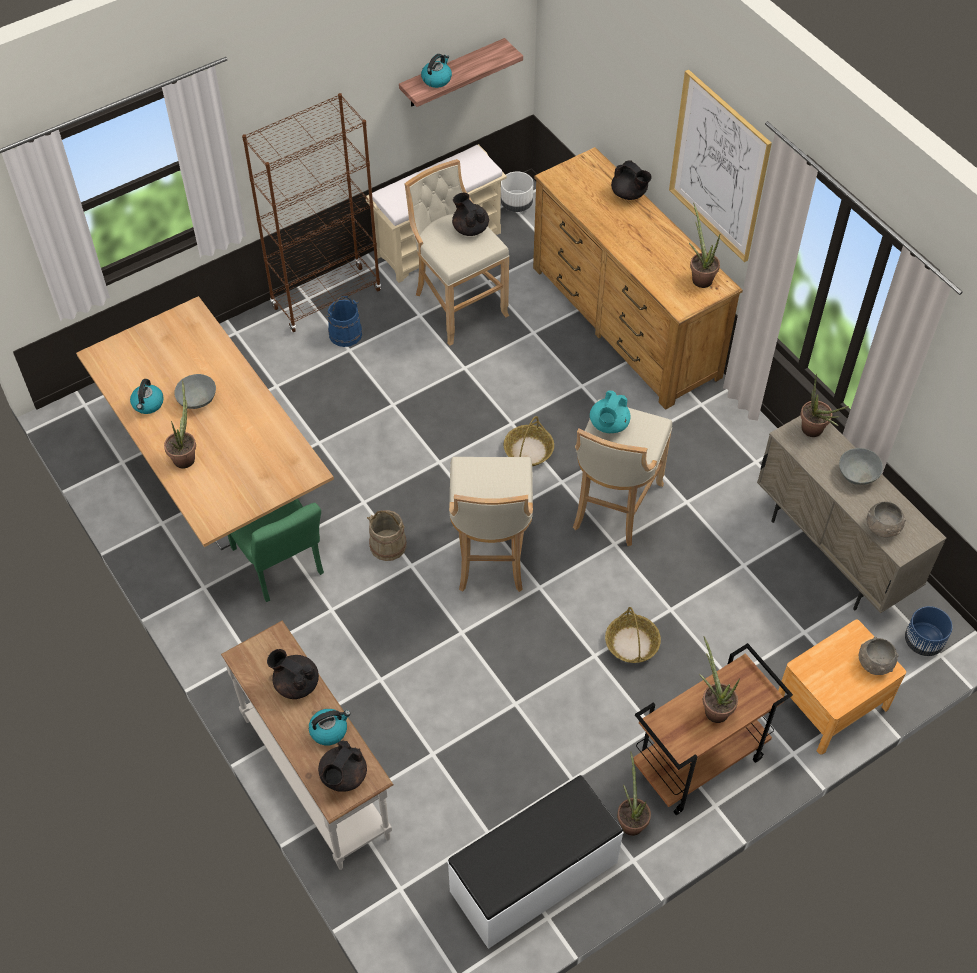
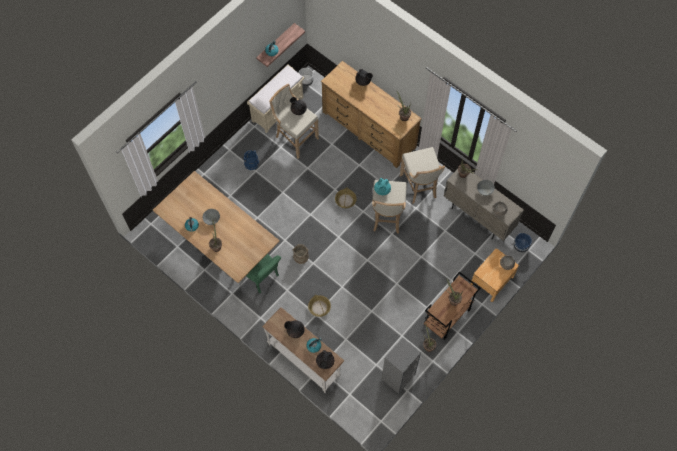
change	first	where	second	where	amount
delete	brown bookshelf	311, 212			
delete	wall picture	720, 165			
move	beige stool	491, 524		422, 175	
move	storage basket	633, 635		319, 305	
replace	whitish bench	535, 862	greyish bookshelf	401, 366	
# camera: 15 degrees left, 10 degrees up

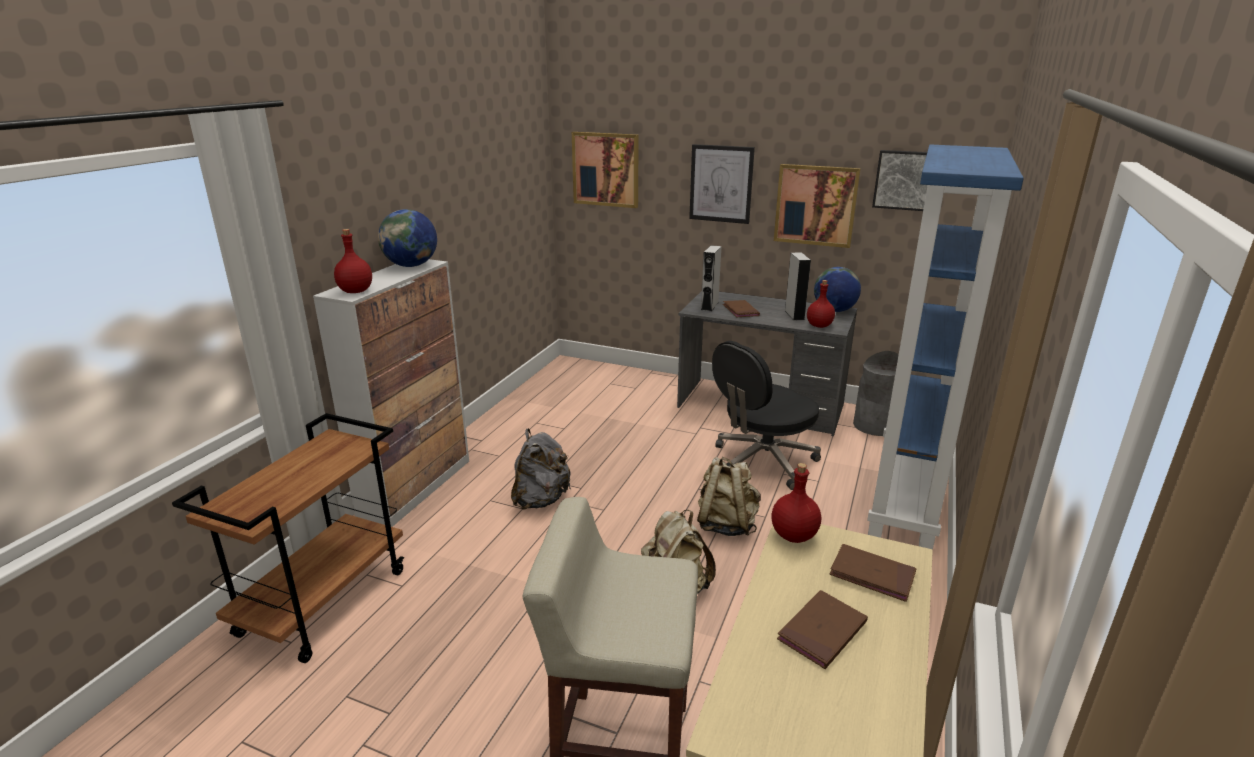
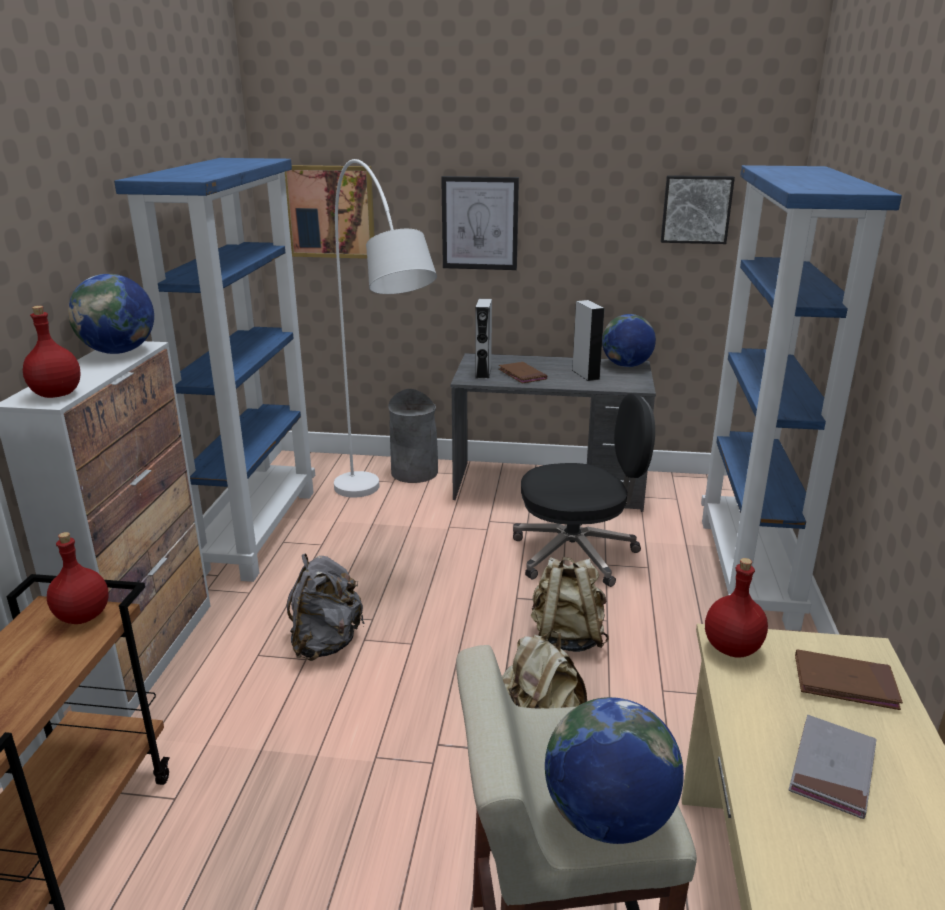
change	first	where	second	where	amount
delete	wall picture	817, 206			
insert			bluish bookshelf	214, 370	
insert			whitish standing lamp	385, 328	
insert			world globe	614, 770	
move	red beverage bottle	821, 304		78, 578	
move	greyish waste bin	876, 393		413, 436	
recolor	brown volume	822, 629	greyish volume	832, 767	
rotate	black office chair	766, 415		584, 490	135 degrees counterclockwise
# camera: 15 degrees left, 0 degrees up

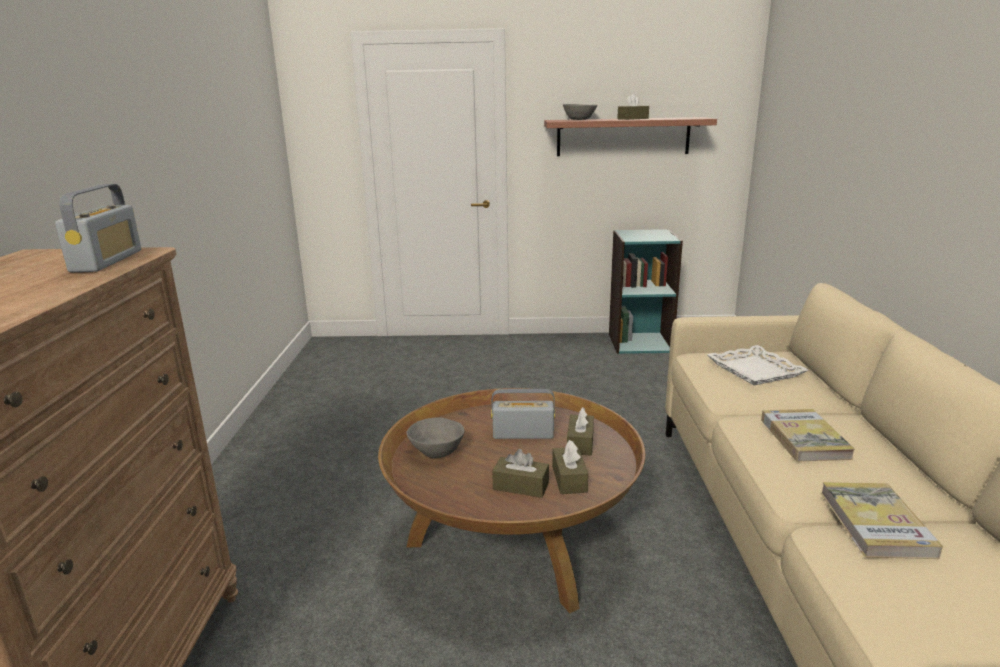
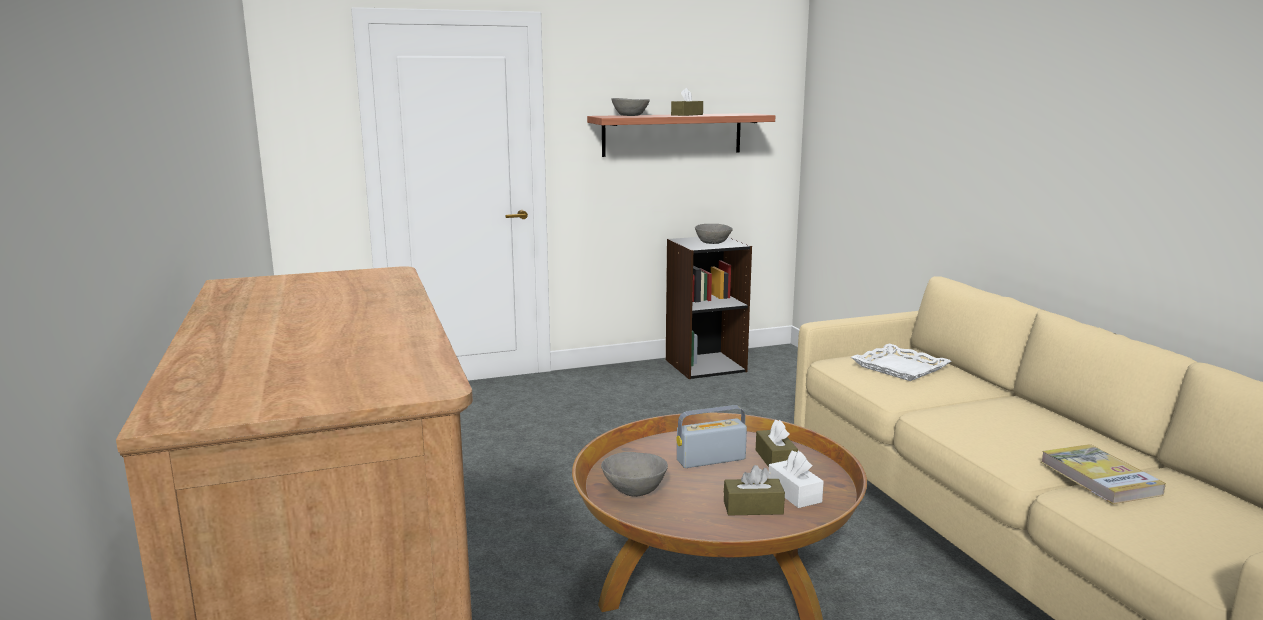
change	first	where	second	where	amount
delete	radio receiver	98, 228			
delete	volume	808, 435			
insert			greyish serving bowl	714, 234	
recolor	brown tissue box	570, 467	whitish tissue box	796, 479	
recolor	turquoise-coloured bookshelf	646, 291	black bookshelf	709, 308	
# camera: 20 degrees left, 5 degrees down

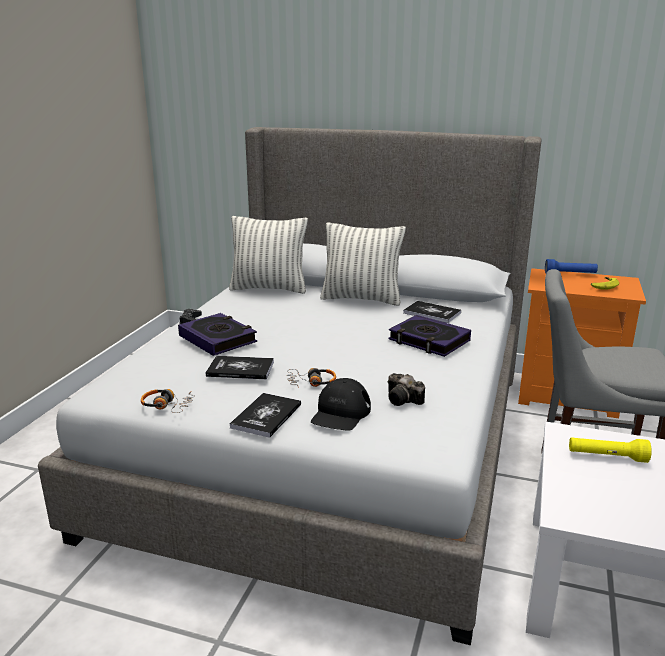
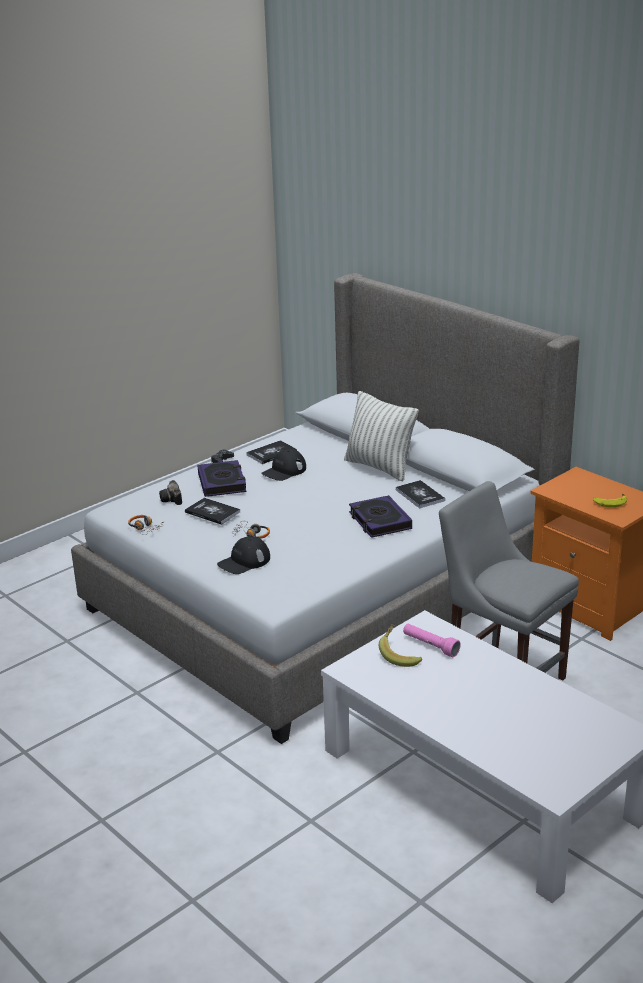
change	first	where	second	where	amount
delete	throw pillow	268, 255			
delete	bluish flashlight	571, 266			
insert			black peaked cap	283, 465	
insert			whole banana	400, 645	
move	volume	265, 415		271, 452	
move	photo camera	406, 389		170, 492	
recolor	yellow-coloured flashlight	610, 450	pinkish flashlight	432, 641	
# camera: 30 degrees right, 5 degrees up

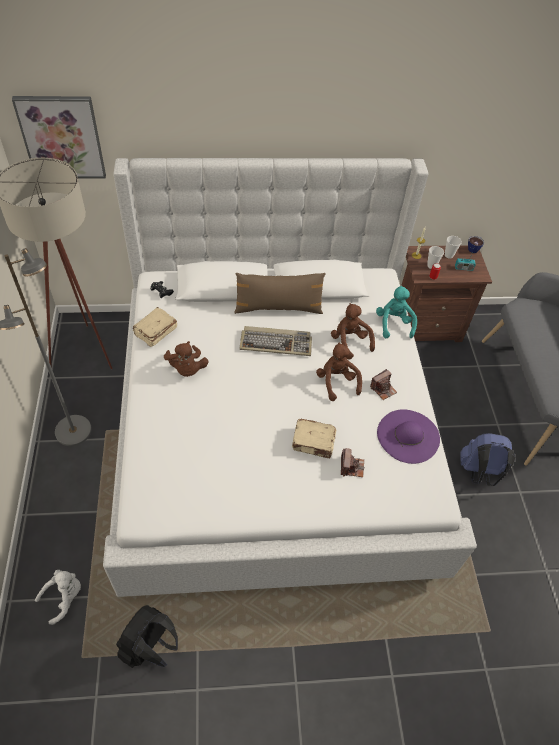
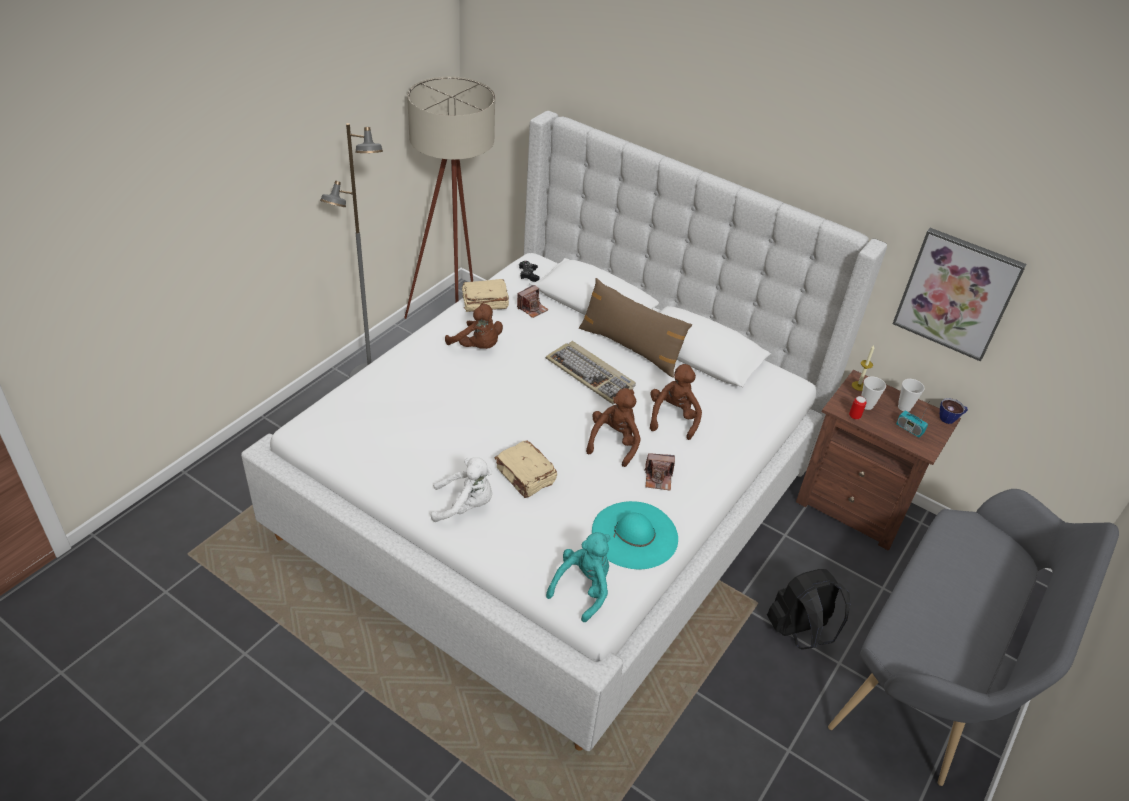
change	first	where	second	where	amount
delete	bluish backpack	487, 459			
move	wall picture	59, 137		959, 294	
move	whitish plush toy	58, 597		461, 489	
move	black backpack	147, 636		809, 609	
move	photo camera	352, 462		532, 301	
move	turquoise-coloured plush toy	396, 312		578, 577	
recolor	purple-coloured hat	408, 436	turquoise-coloured hat	635, 535	
rotate	brown plush toy	186, 359		474, 326	75 degrees counterclockwise
# camera: 40 degrees right, 10 degrees down

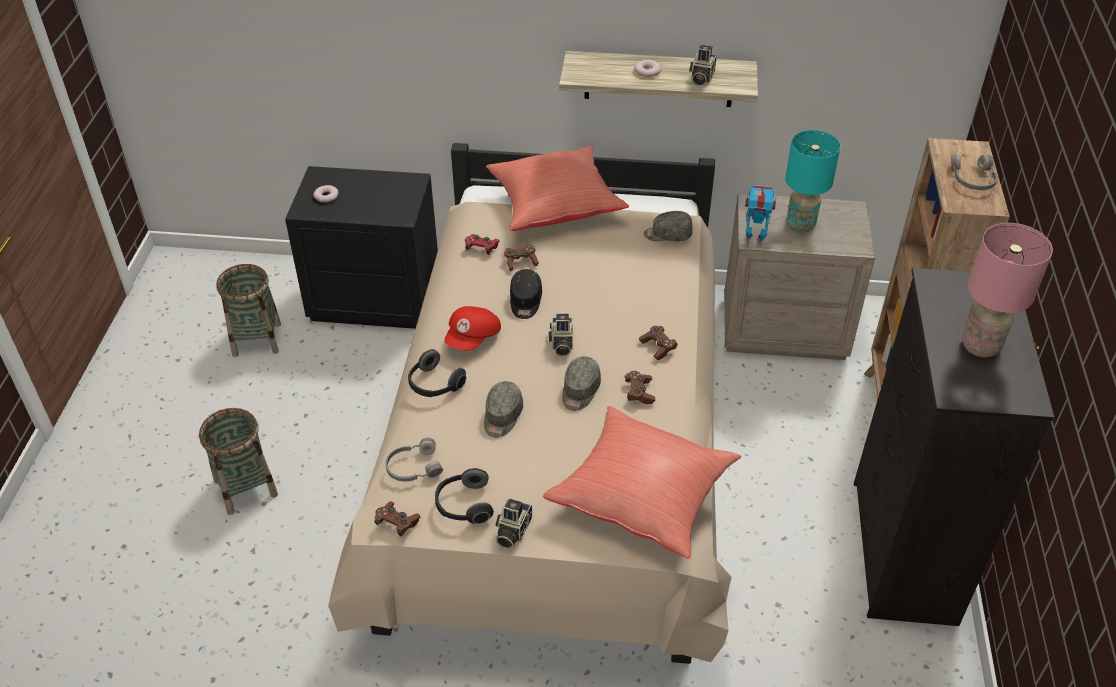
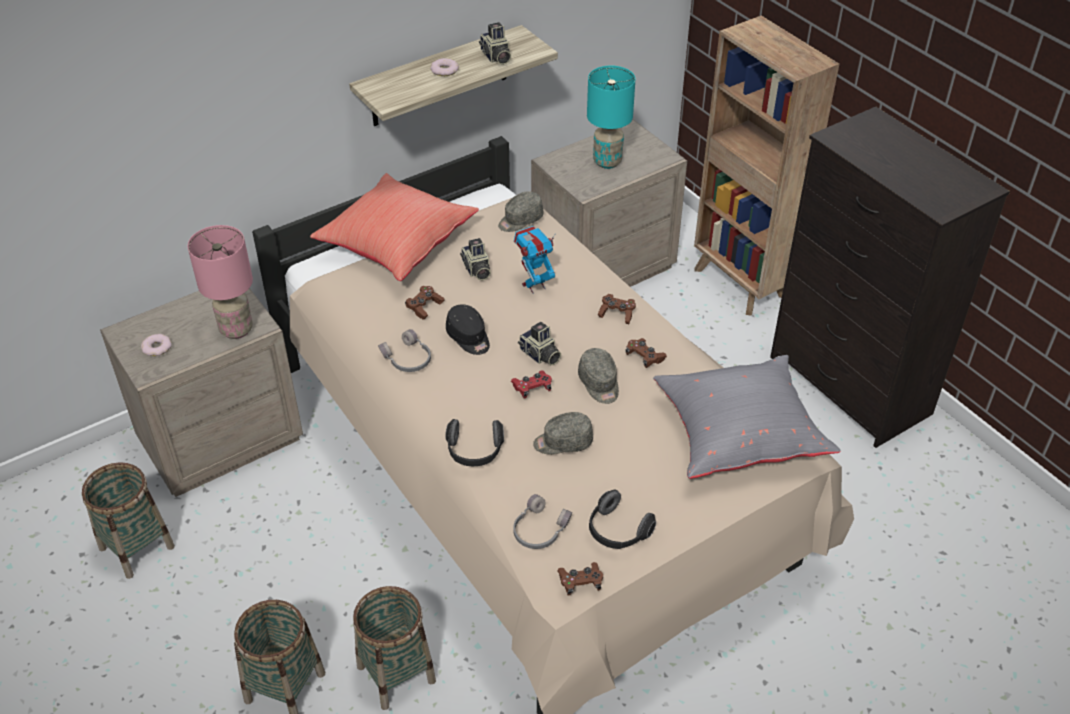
change	first	where	second	where	amount
delete	red peaked cap	472, 328			
insert			storage basket	394, 648	
move	red joypad	482, 244		531, 384	
move	photo camera	513, 524		475, 259	
move	robot figure	760, 215		535, 260	
move	greyish pair of headphones	974, 172		404, 350	
move	pinkish tabletop lamp	1007, 290		220, 282	
recolor	black bedside table	361, 247	beige bedside table	201, 392	
recolor	red throw pillow	642, 482	greyish throw pillow	747, 417	
rotate	greyish peaked cap	503, 409		563, 433	105 degrees clockwise
# camera: 40 degrees left, 0 degrees up

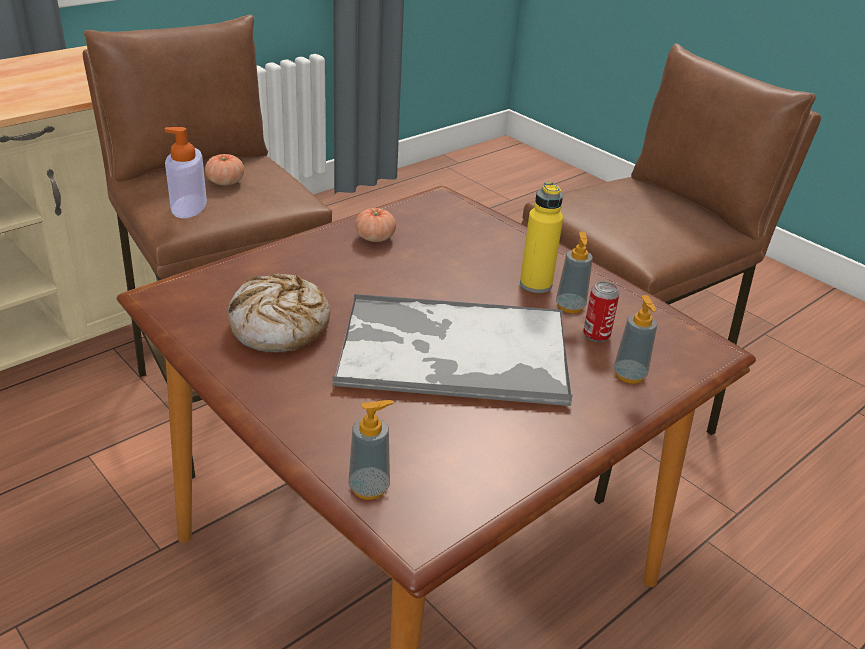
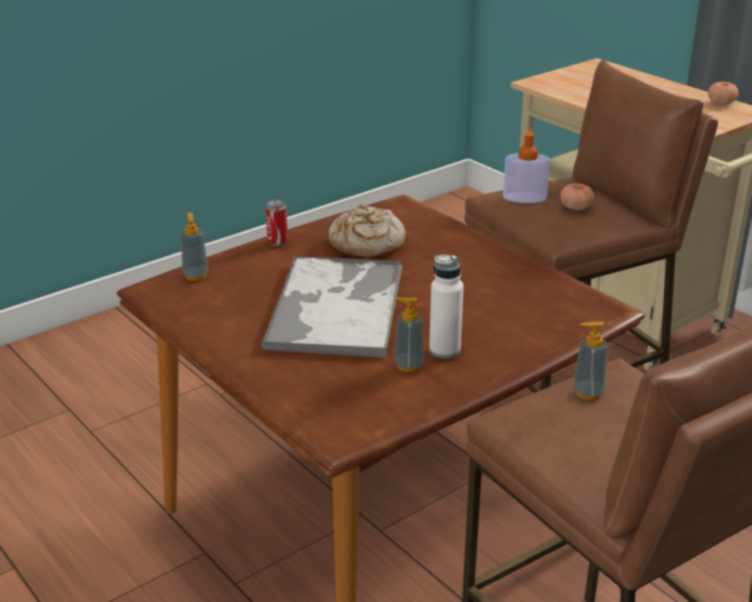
change	first	where	second	where	amount
move	fresh tomato	375, 225		723, 93	
move	sealed can	601, 311		277, 223	
move	soap bottle	635, 339		590, 360	
recolor	yellow-coloured beverage bottle	541, 237	whitish beverage bottle	446, 307	
# camera: 95 degrees right, 5 degrees down

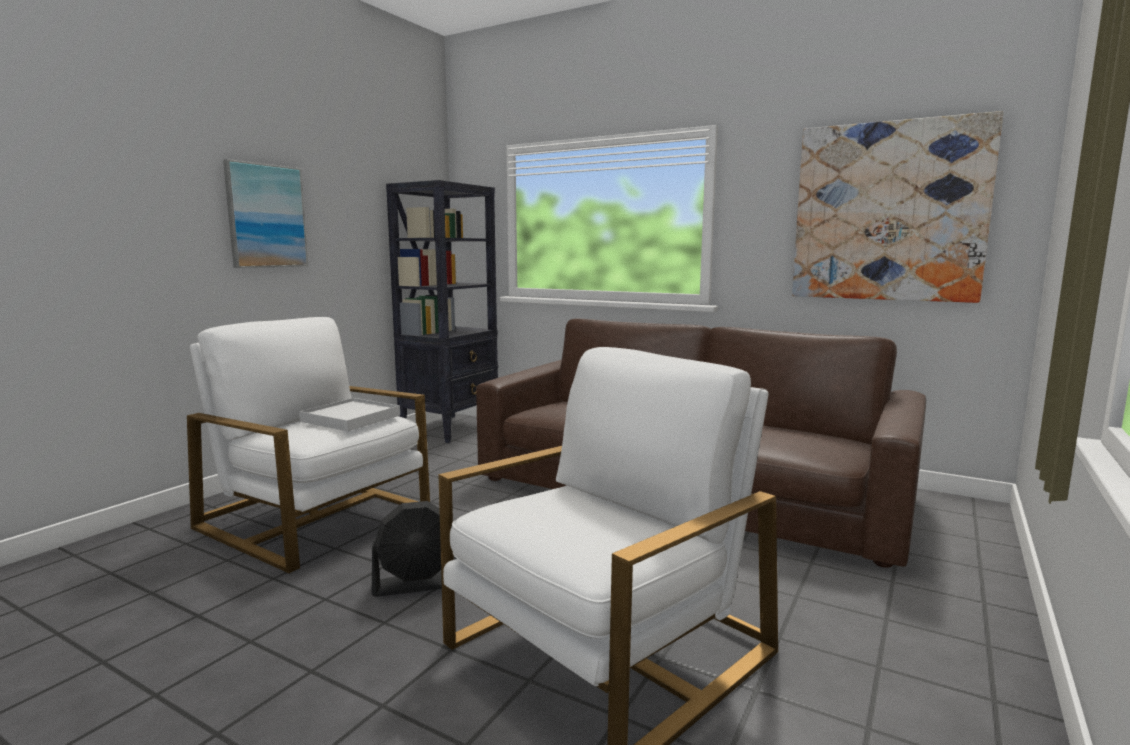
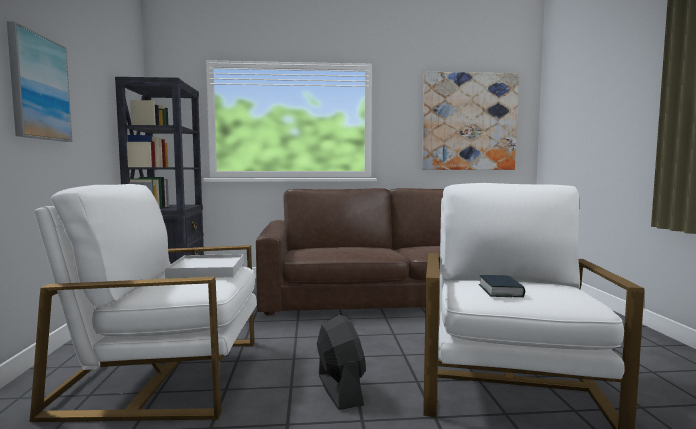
change	first	where	second	where	amount
insert			volume	502, 286	
rotate	black electric fan	413, 549		341, 362	60 degrees counterclockwise
# camera: 35 degrees left, 5 degrees down

